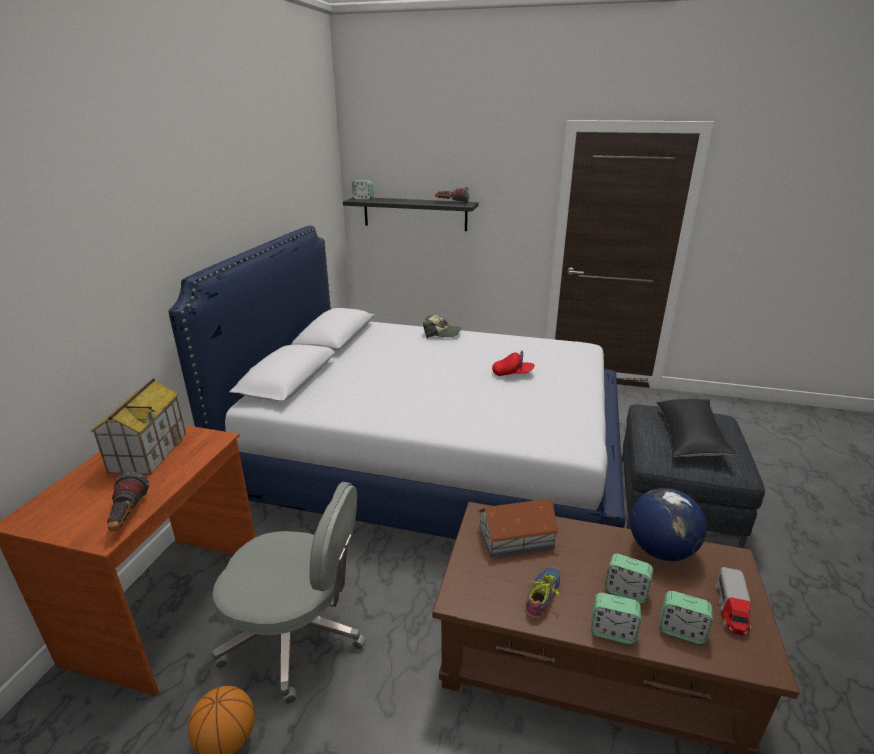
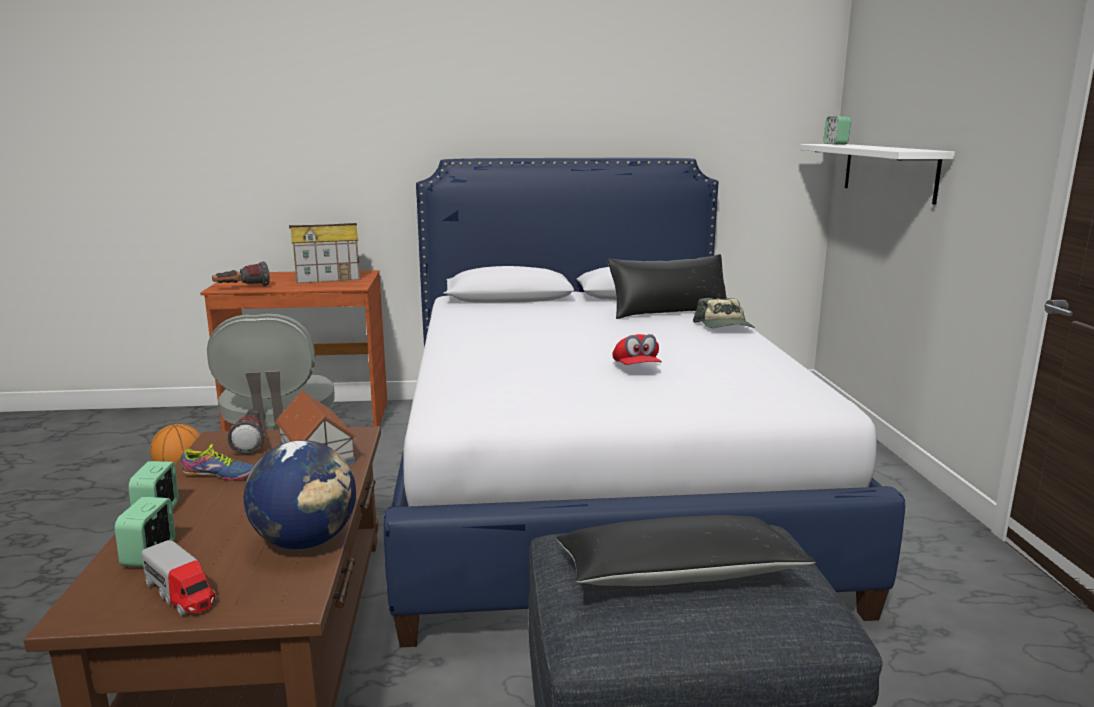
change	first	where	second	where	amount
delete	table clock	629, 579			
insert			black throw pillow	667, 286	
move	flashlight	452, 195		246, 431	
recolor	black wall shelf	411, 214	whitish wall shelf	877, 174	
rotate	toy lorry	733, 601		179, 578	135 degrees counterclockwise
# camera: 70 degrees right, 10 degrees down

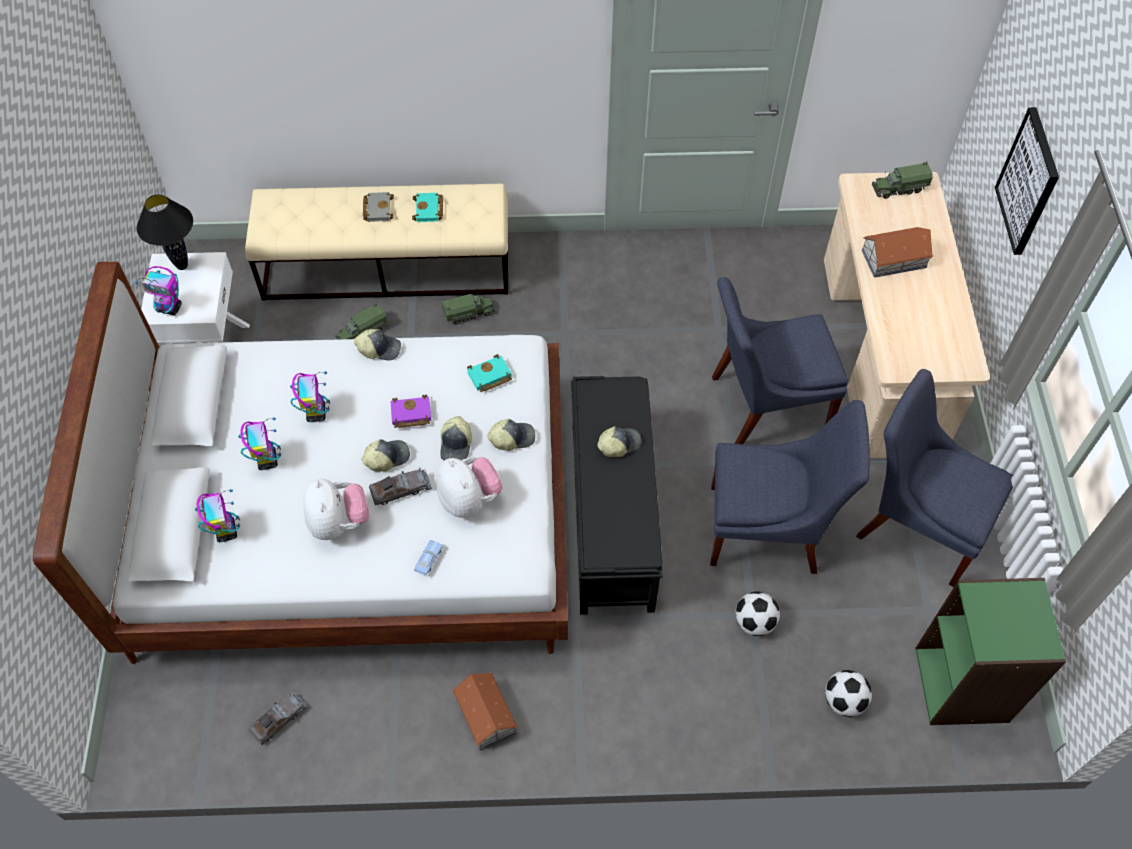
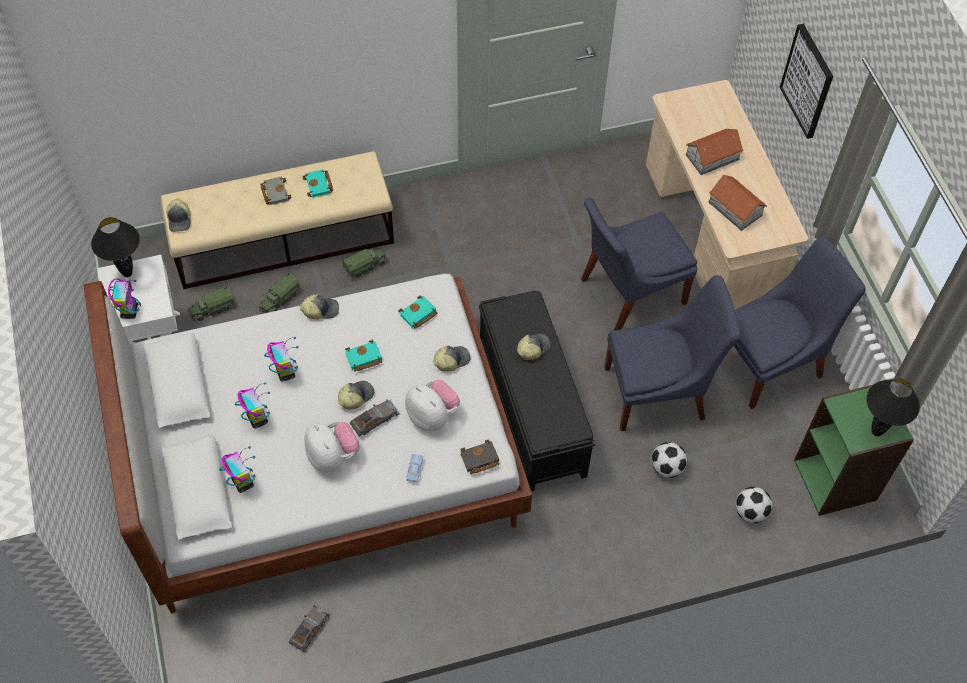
change	first	where	second	where	amount
insert			black volume	479, 456	
insert			black tabletop lamp	893, 407	
move	peaked cap	456, 438		178, 215	
move	miniature house	485, 711		738, 203	
move	toy lorry	902, 180		211, 303	
recolor	purple-coloured volume	410, 411	turquoise-coloured volume	363, 356	
rotate	robot figure	158, 290		124, 298	90 degrees counterclockwise
rotate	bluish plain chair	934, 478		799, 322	135 degrees clockwise
# camera: 15 degrees left, 0 degrees up

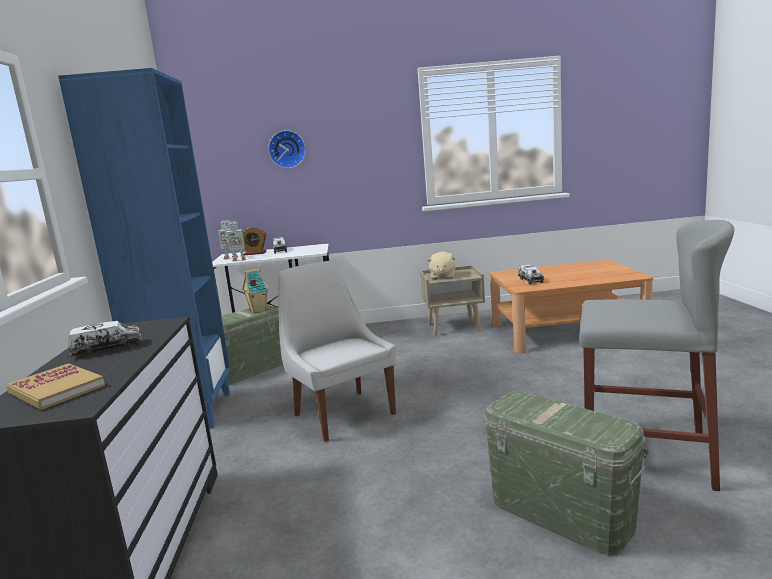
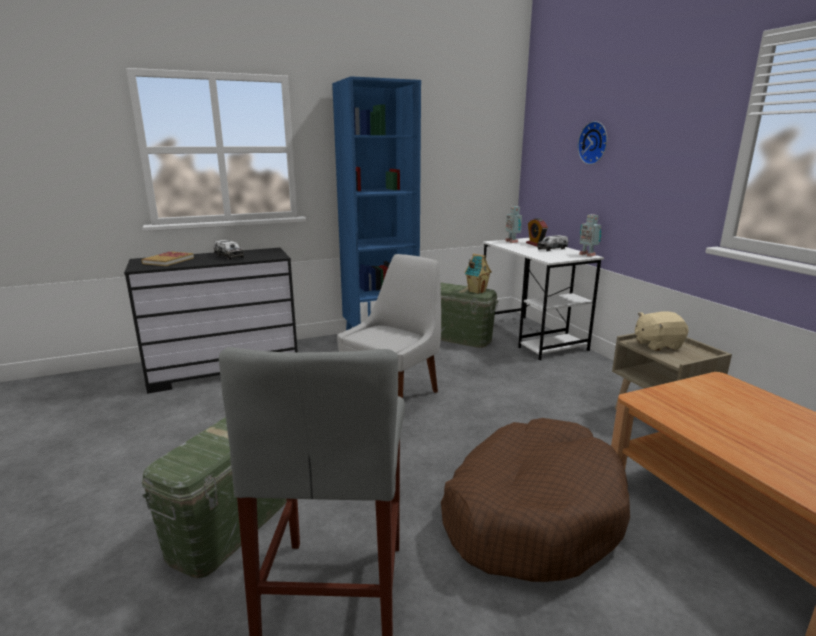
change	first	where	second	where	amount
delete	toy lorry	531, 274			
insert			brown dog bed	535, 500	
move	robot figure	235, 241		590, 235	
# camera: 70 degrees right, 5 degrees up

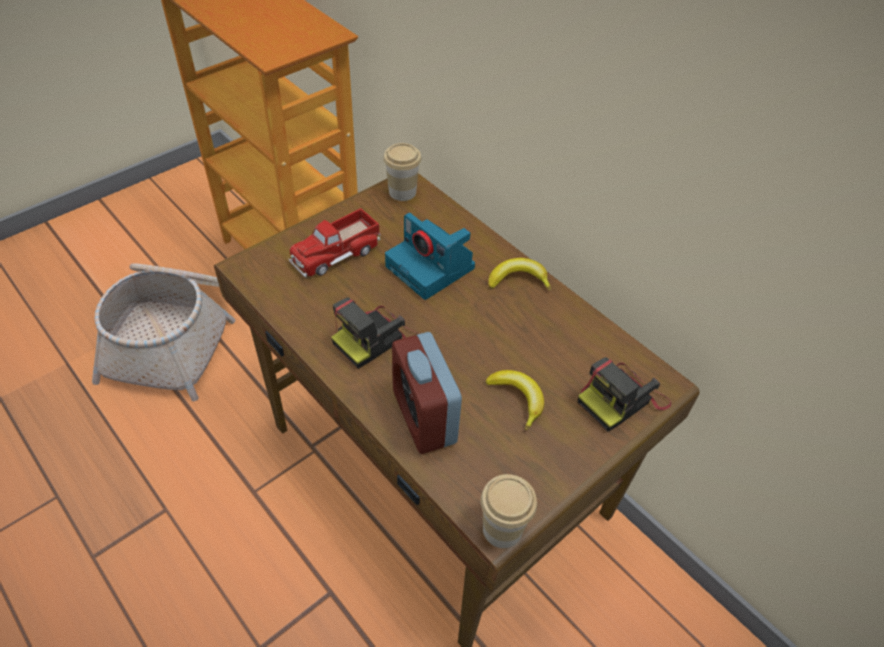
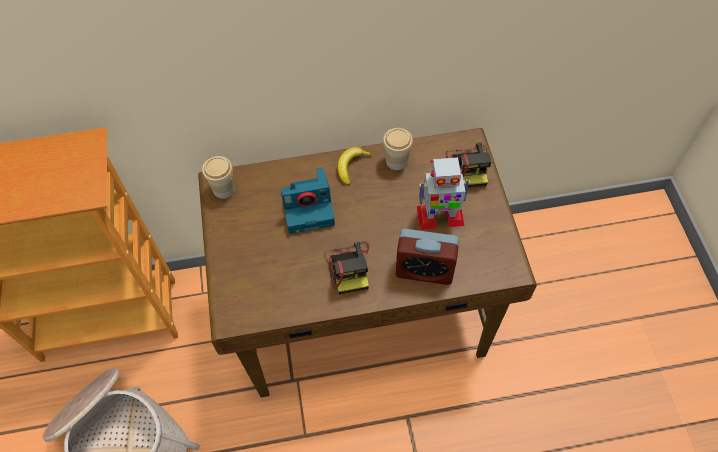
change	first	where	second	where	amount
delete	toy lorry	334, 243			
move	small cup	509, 511		398, 149	
replace	whole banana	514, 400	robot figure	443, 193	
# camera: 55 degrees left, 10 degrees up

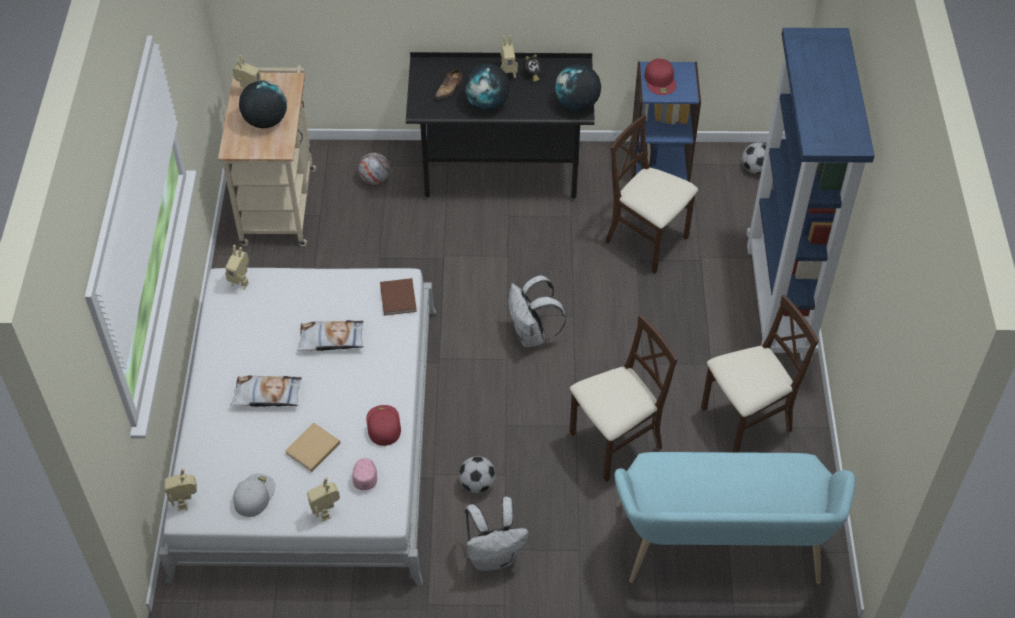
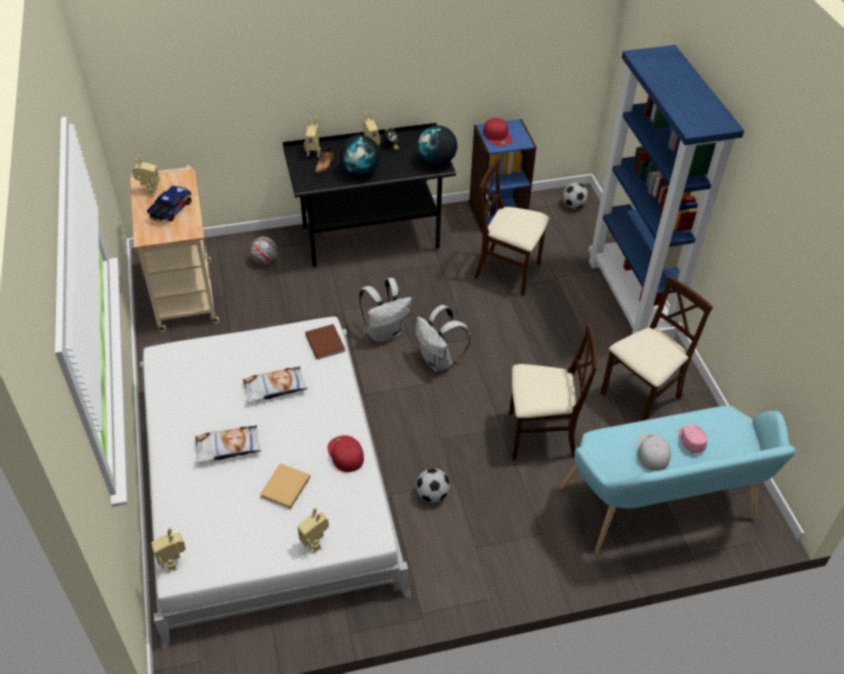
change	first	where	second	where	amount
move	robot figure	237, 267		312, 137	
move	whitish peaked cap	254, 495		654, 452	
move	pinkish peaked cap	364, 474		693, 439	
move	whitish backpack	497, 534		385, 310	
replace	world globe	263, 104	toy lorry	169, 204	
rotate	beige plain chair	623, 398		553, 392	45 degrees clockwise
# camera: 15 degrees left, 5 degrees down

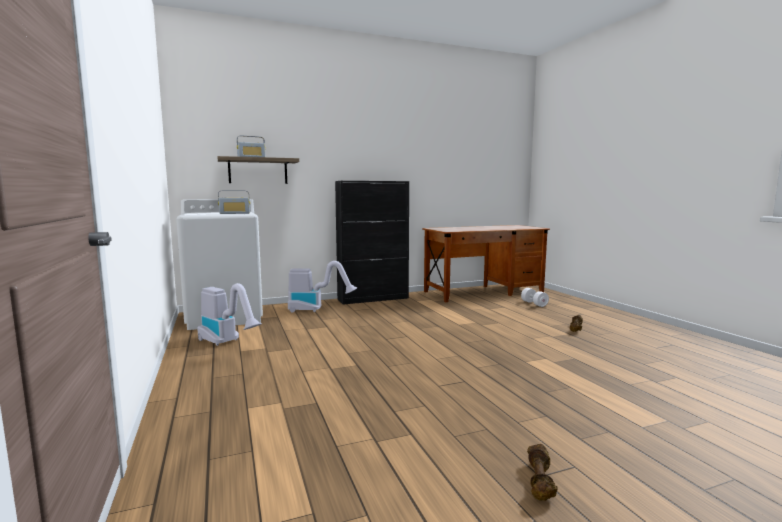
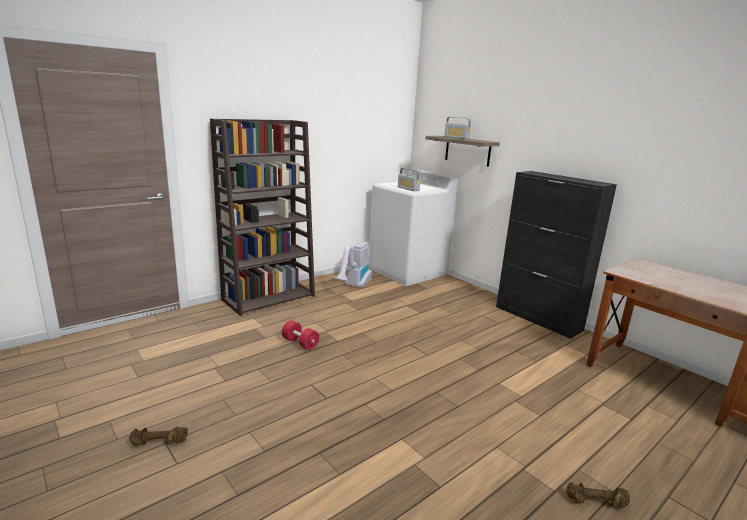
change	first	where	second	where	amount
delete	vacuum	322, 286			
delete	whitish dumbbell	535, 297			
insert			brown bookshelf	262, 217	
insert			red dumbbell	300, 335	
# camera: 70 degrees right, 10 degrees up

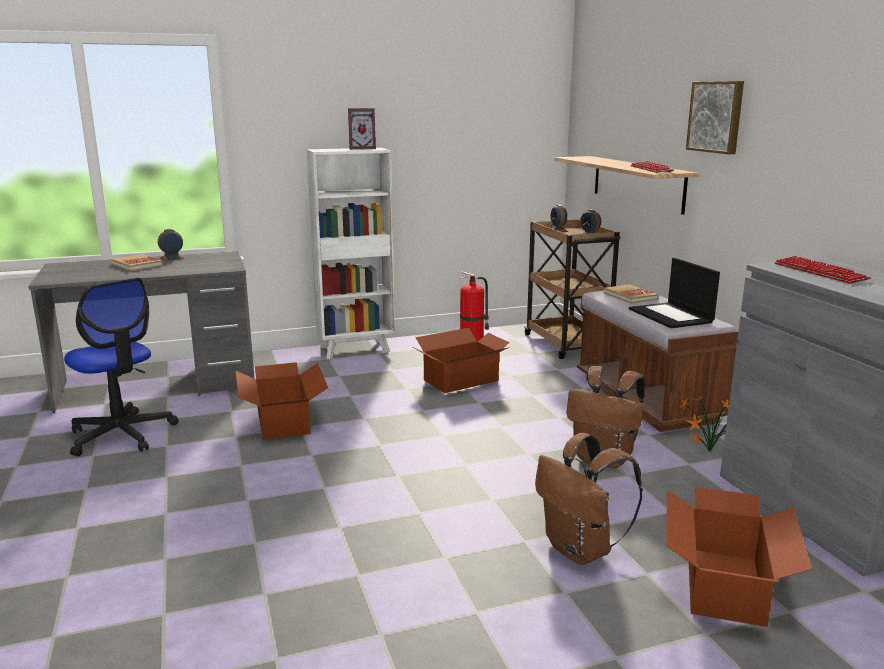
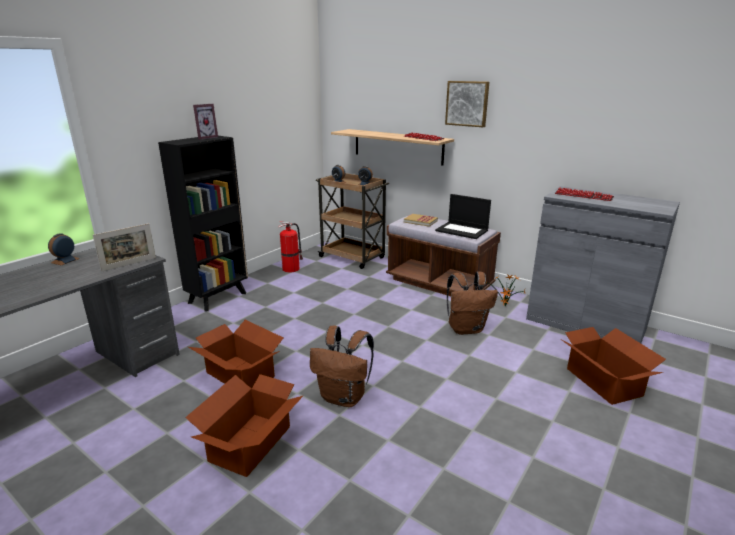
change	first	where	second	where	amount
delete	office chair	121, 367			
delete	volume	137, 262			
insert			picture frame	124, 247	
move	cardboard box	461, 360		244, 425	
move	brown backpack	589, 499		342, 366	
recolor	whitish bookshelf	351, 253	black bookshelf	203, 223	
# camera: 35 degrees left, 5 degrees up

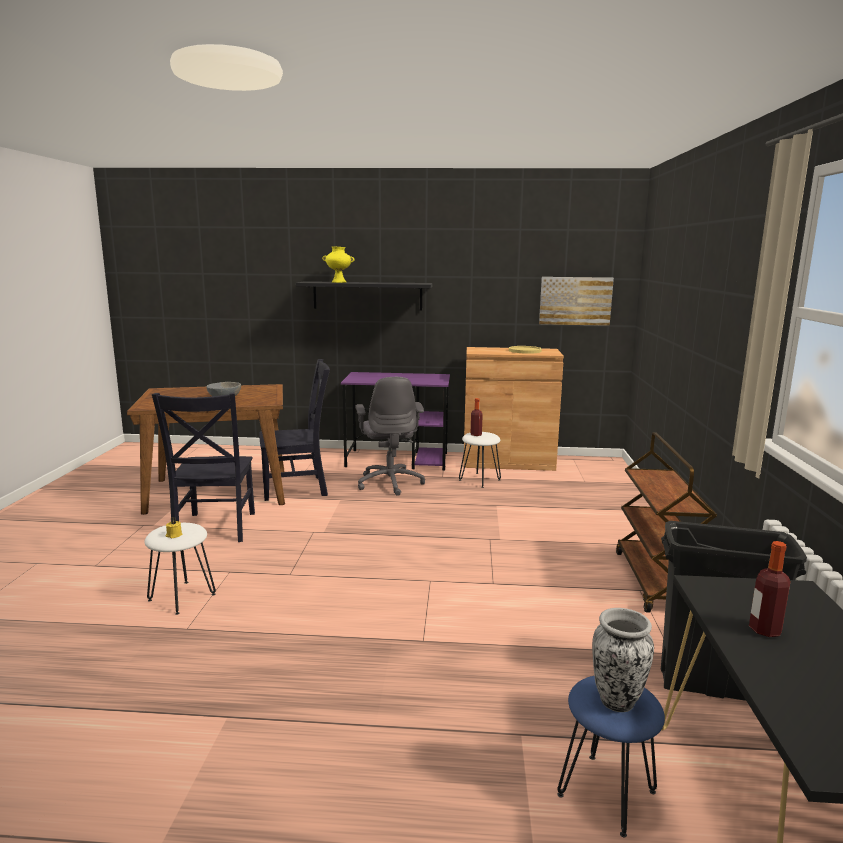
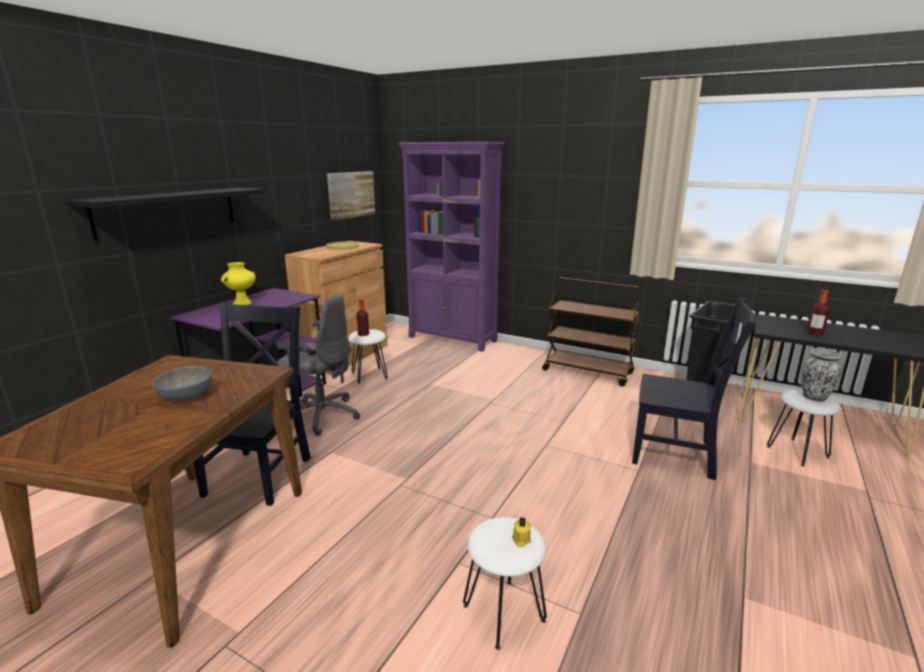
change	first	where	second	where	amount
insert			purple-coloured bookshelf	451, 247	
move	black plain chair	203, 467		694, 389	
move	yellow-coloured vase	338, 264		238, 283	
recolor	bluish stool	611, 756	whitish stool	804, 428	
# camera: 65 degrees left, 5 degrees up

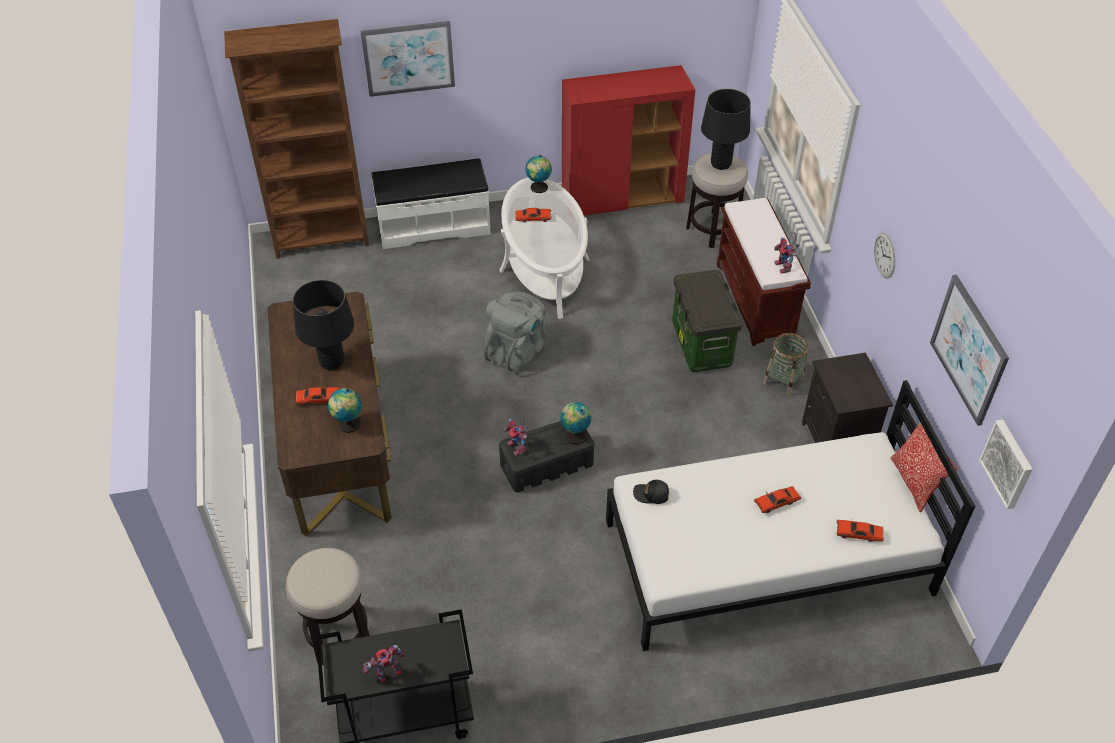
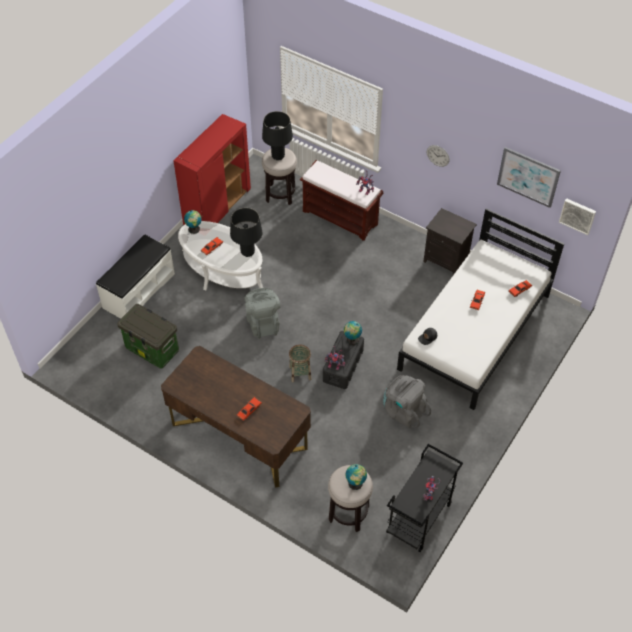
change	first	where	second	where	amount
delete	brown bookshelf	296, 139			
delete	wall picture	408, 59			
delete	throw pillow	924, 467			
insert			greyish backpack	407, 401	
move	black tabletop lamp	323, 325		246, 232	
move	world globe	345, 410		356, 477	
move	storage box	707, 321		148, 336	
move	storage basket	785, 365		300, 363	
# camera: 45 degrees left, 5 degrees up

